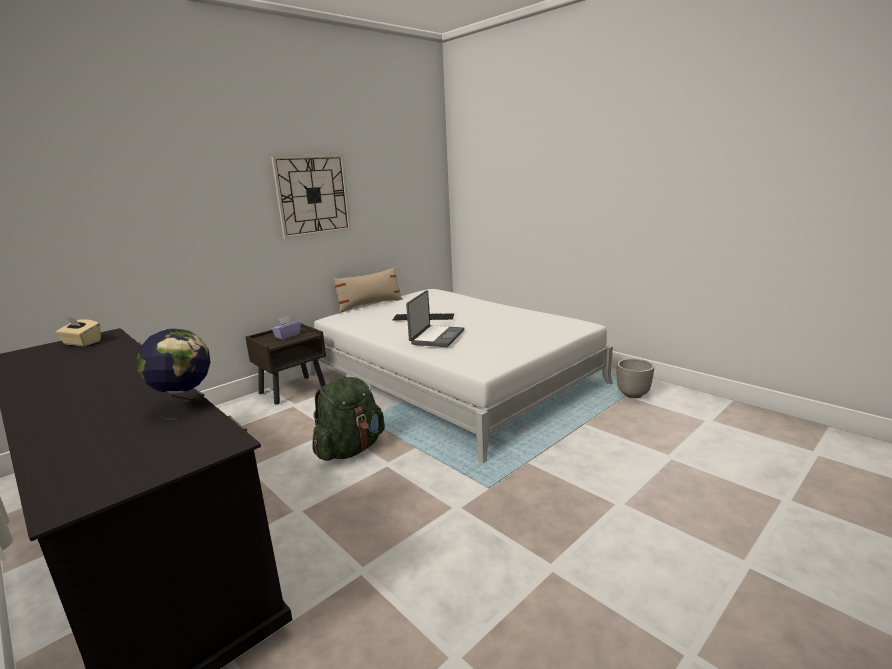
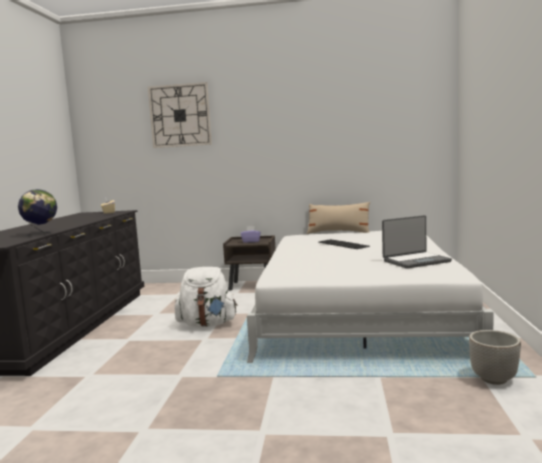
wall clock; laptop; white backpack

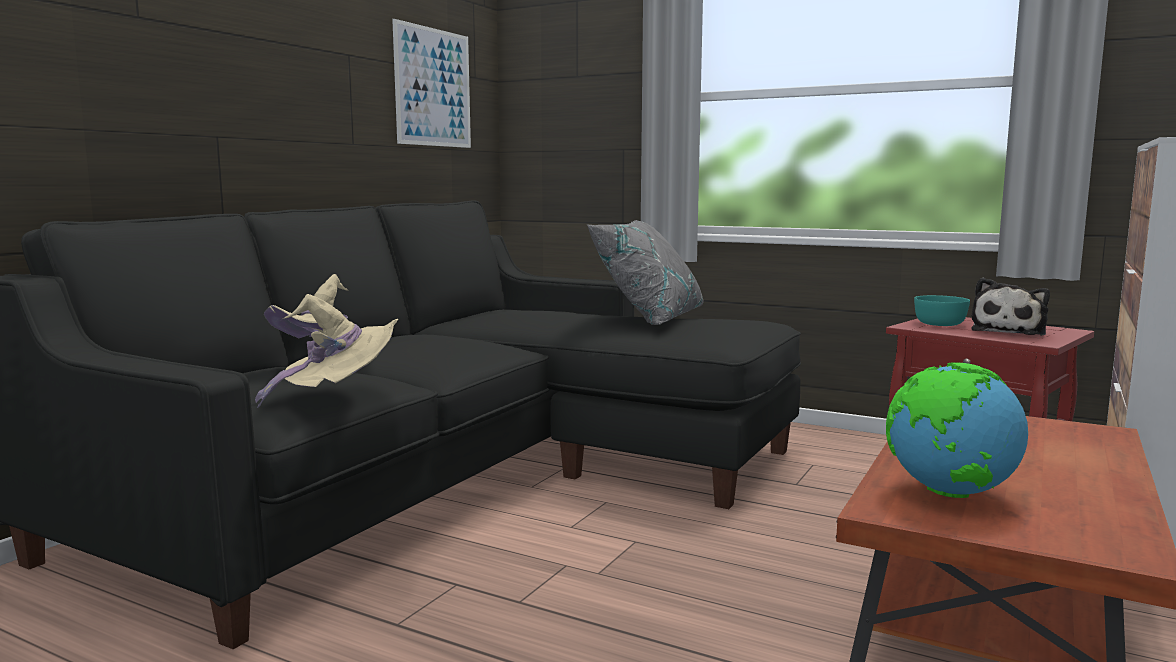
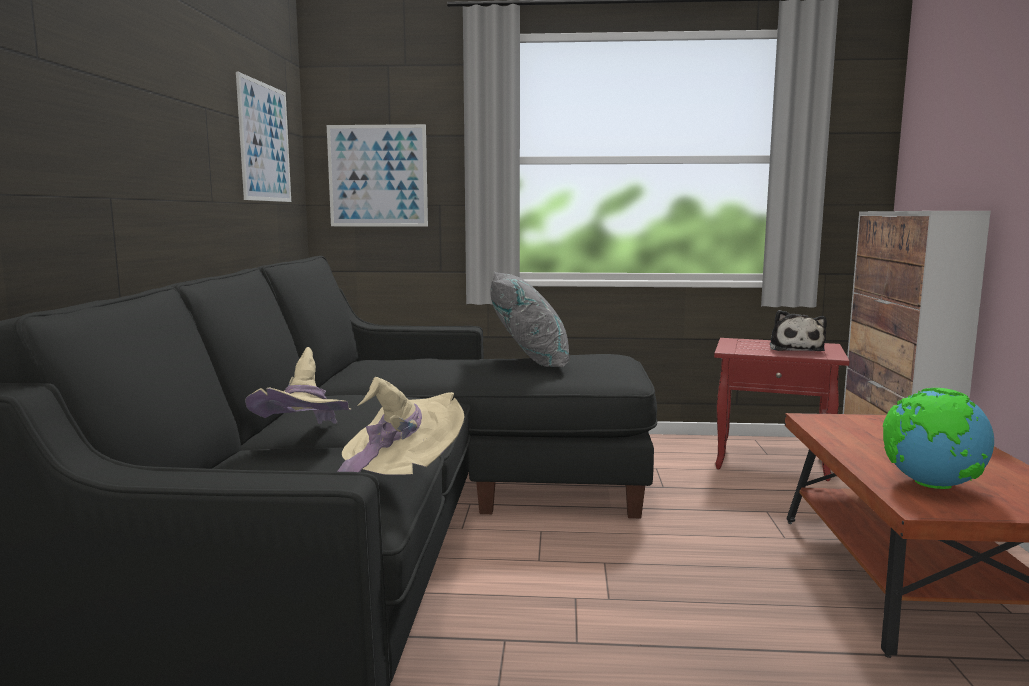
turquoise bowl; picture (2nd from left)

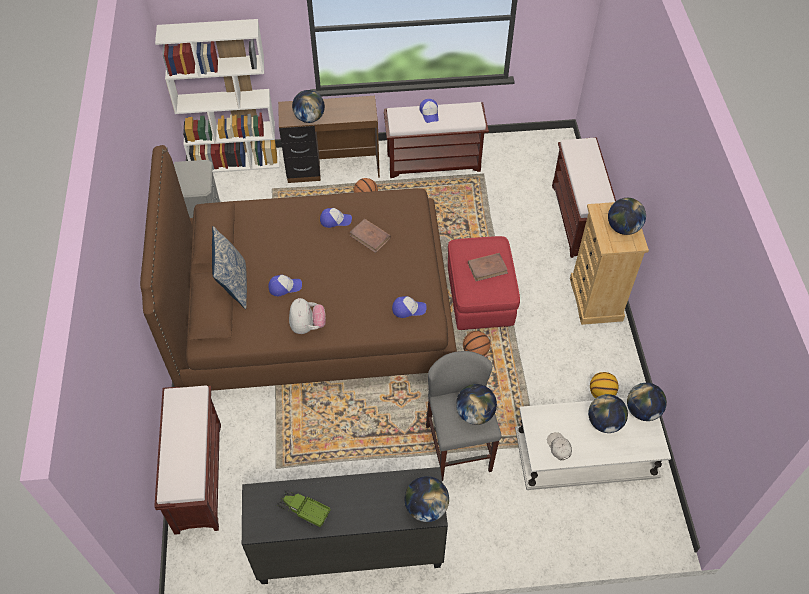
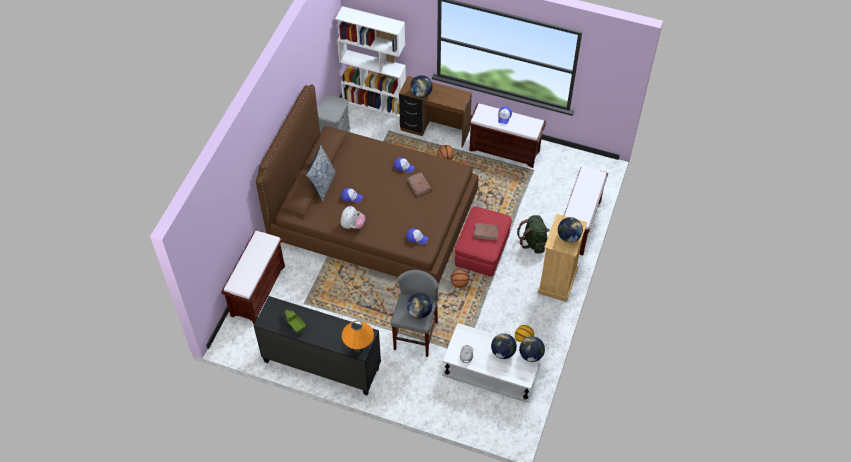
orange table lamp; green backpack

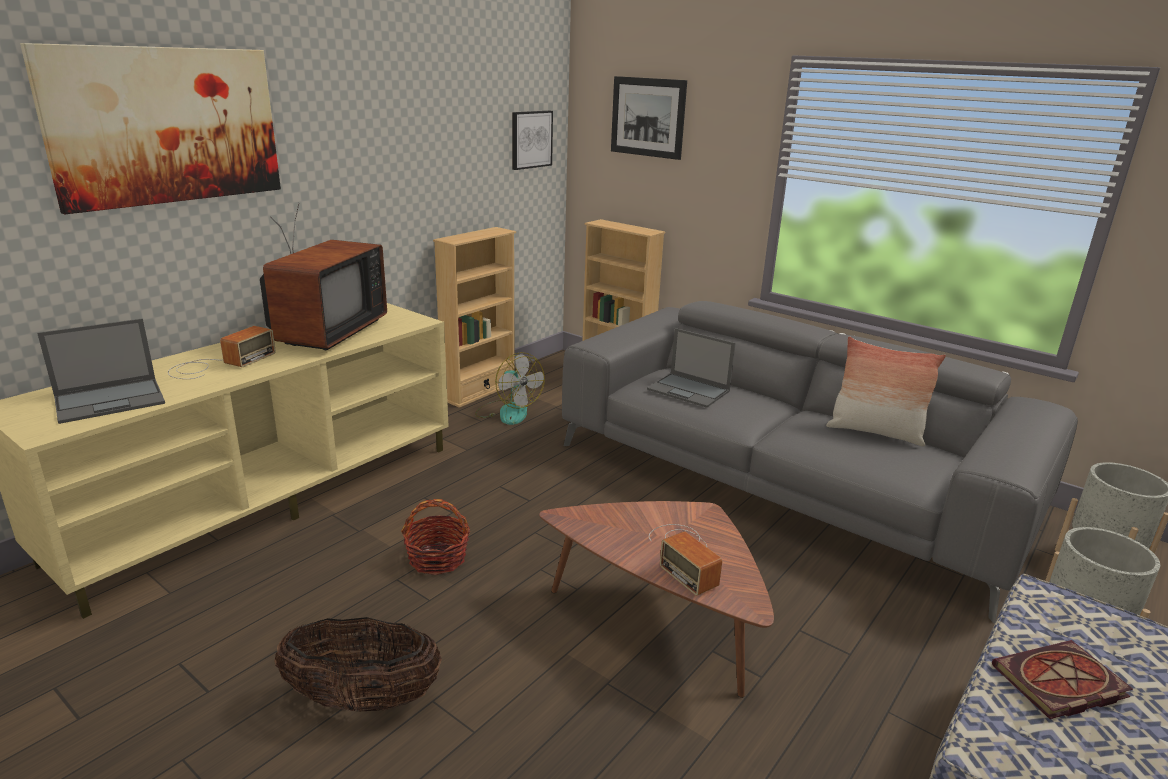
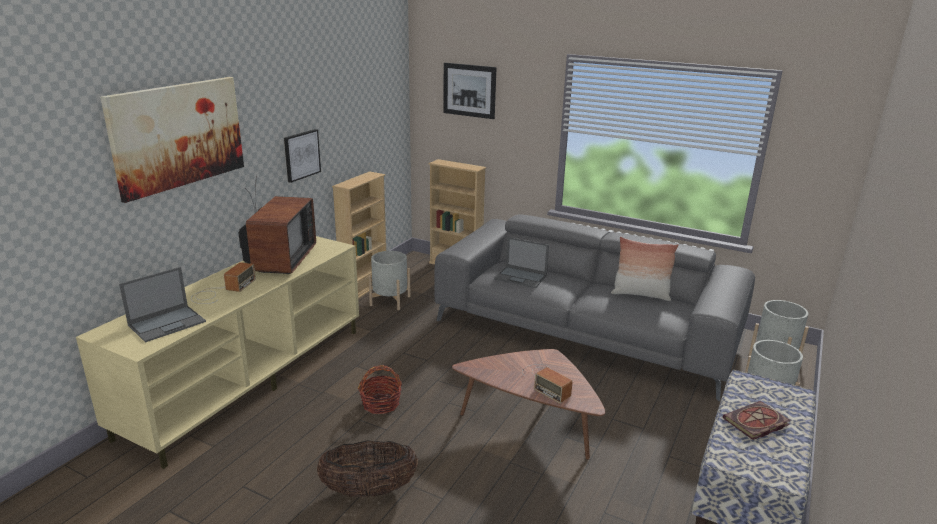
picture (2nd from left); grey planter (1st from left)

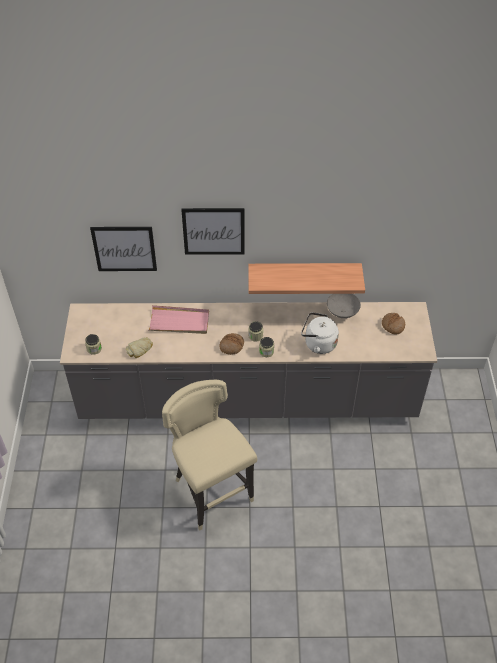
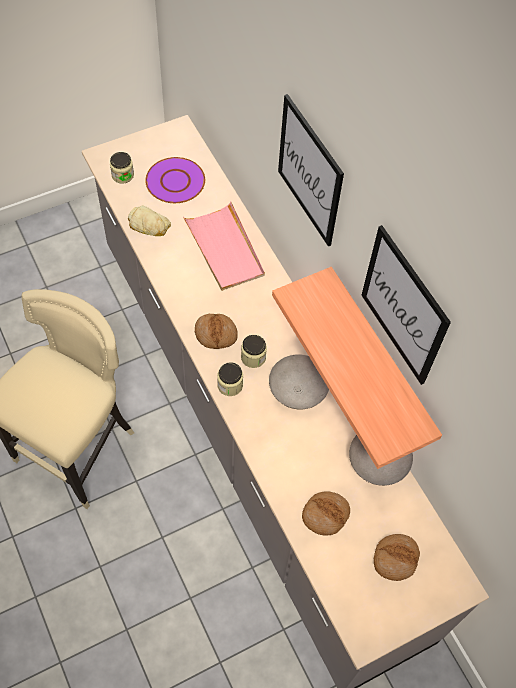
picture (2nd from left); white kettle; purple plate; grey bowl (1st from left); bread (3rd from left)

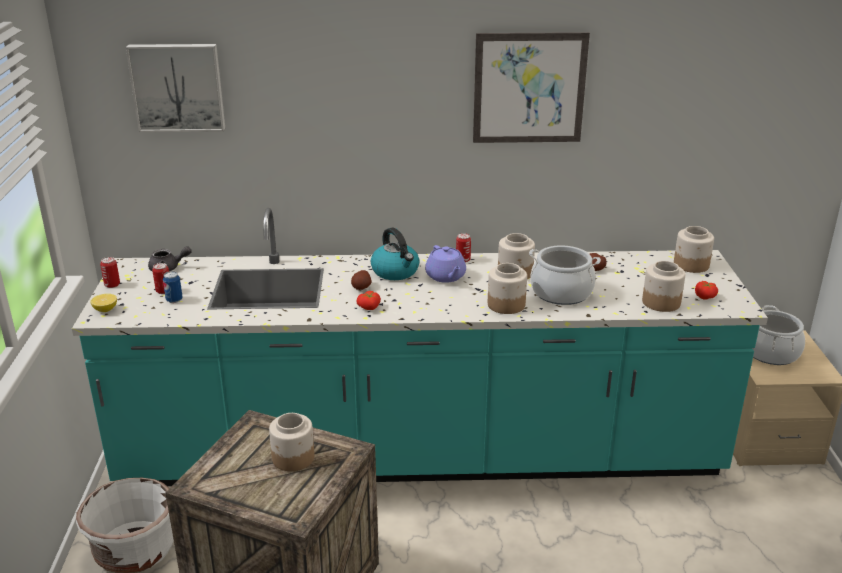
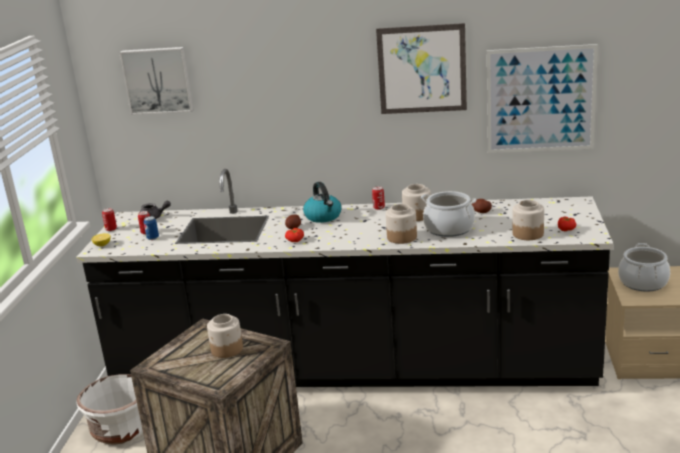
black counter; jar (5th from left in the first image); purple teapot; picture (3rd from left)

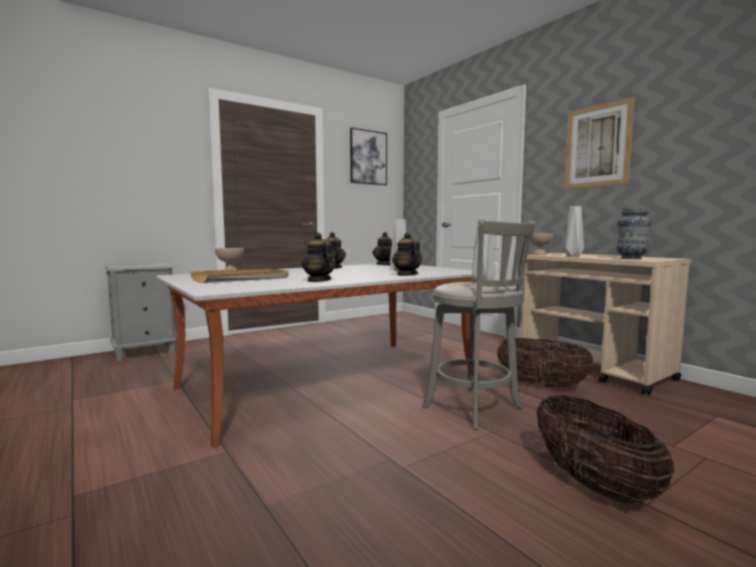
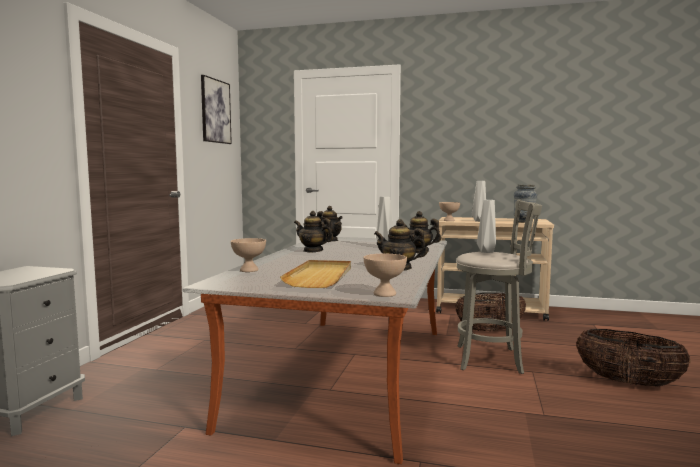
picture (2nd from left in the first image); beige bowl (2nd from left)

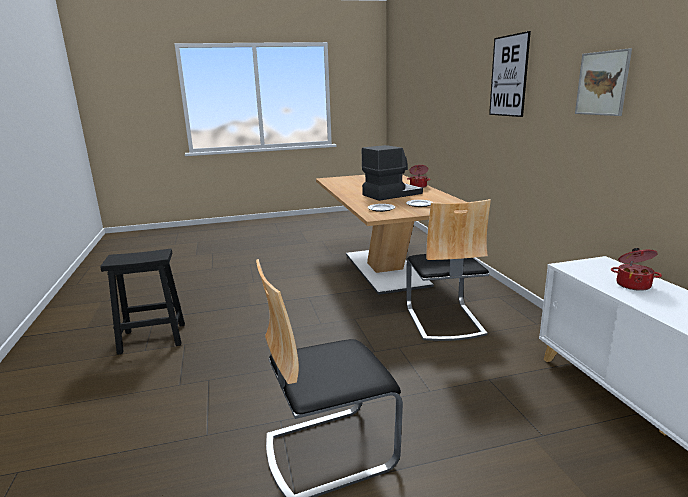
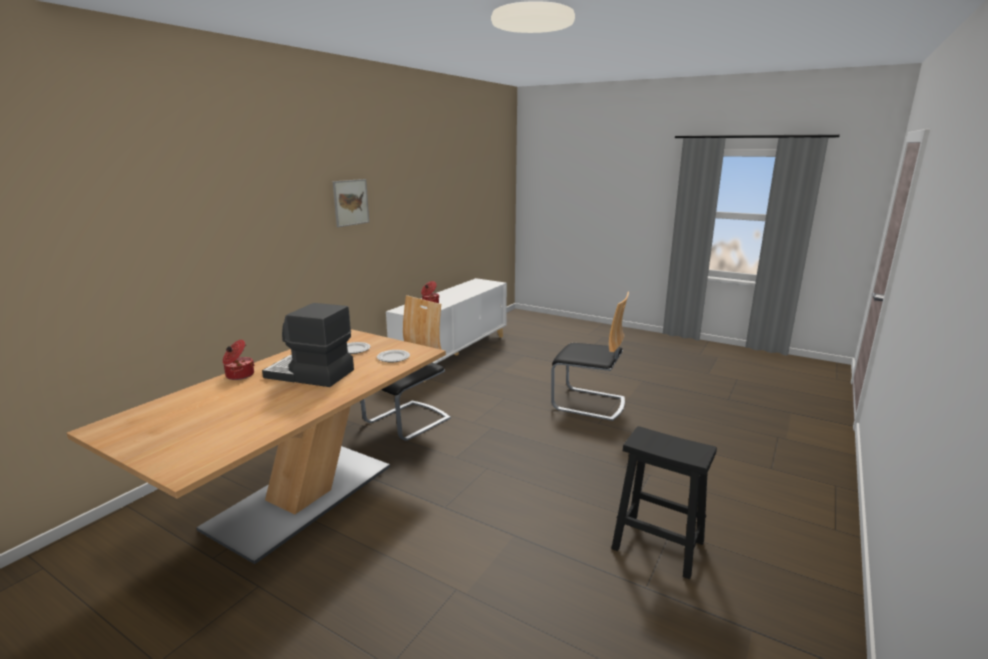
picture (1st from left in the first image)

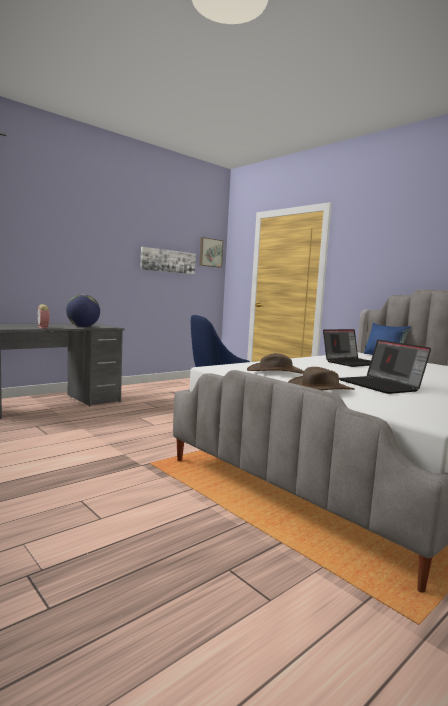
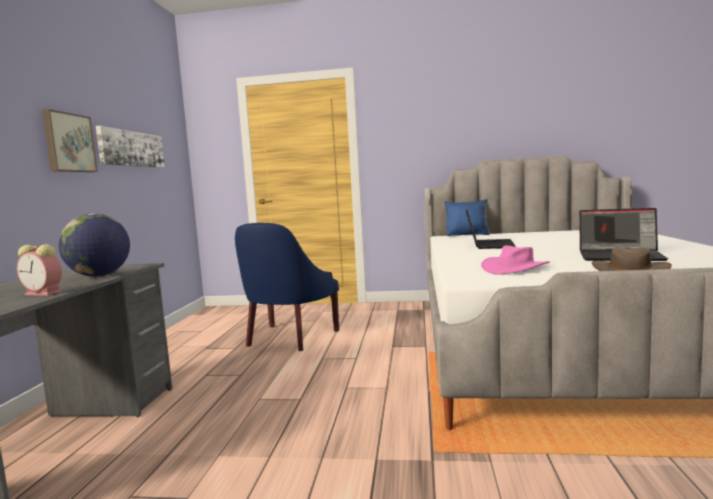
picture (1st from left); pink hat

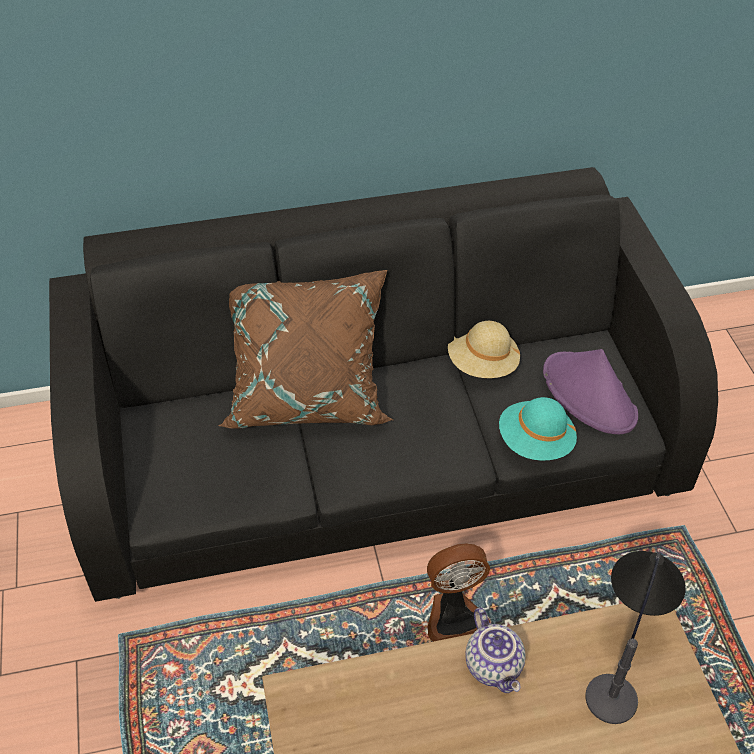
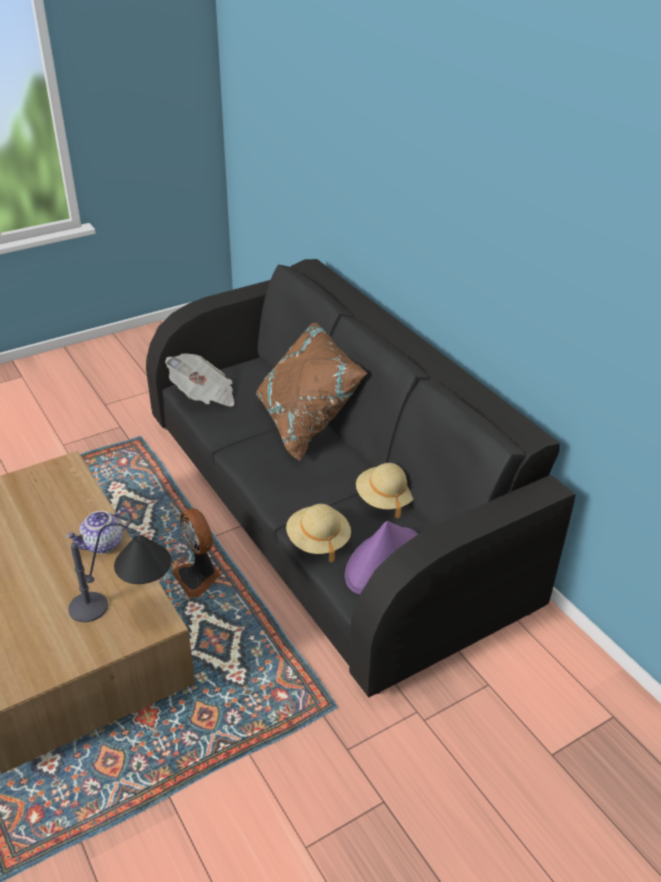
beige hat (1st from left); newspaper

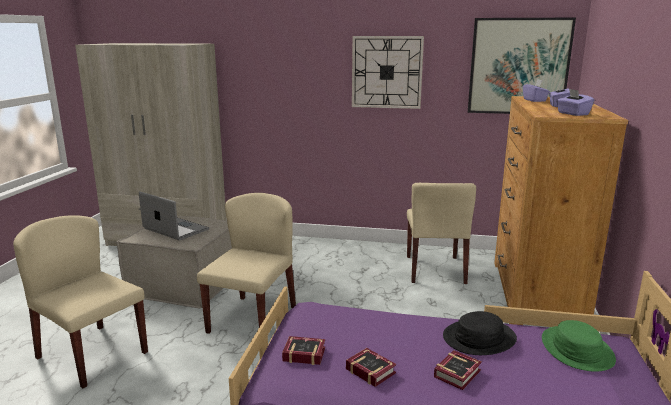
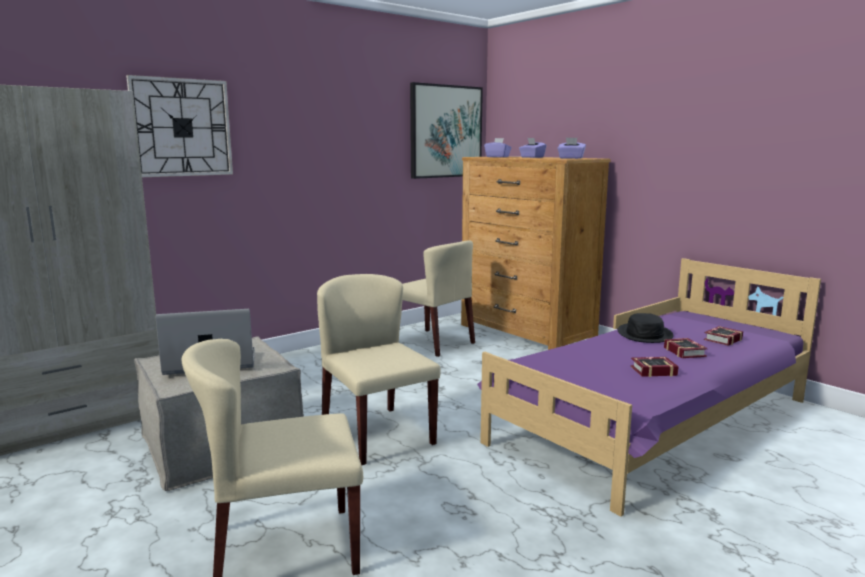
wall clock; green hat; book (3rd from left)

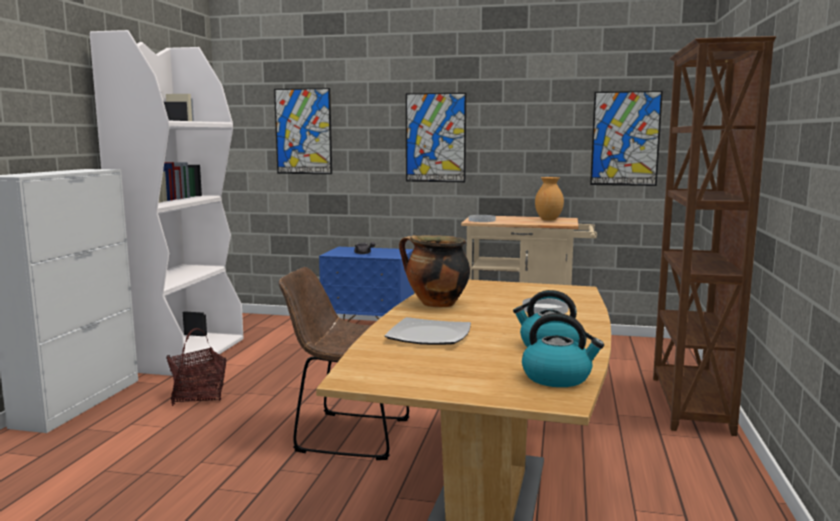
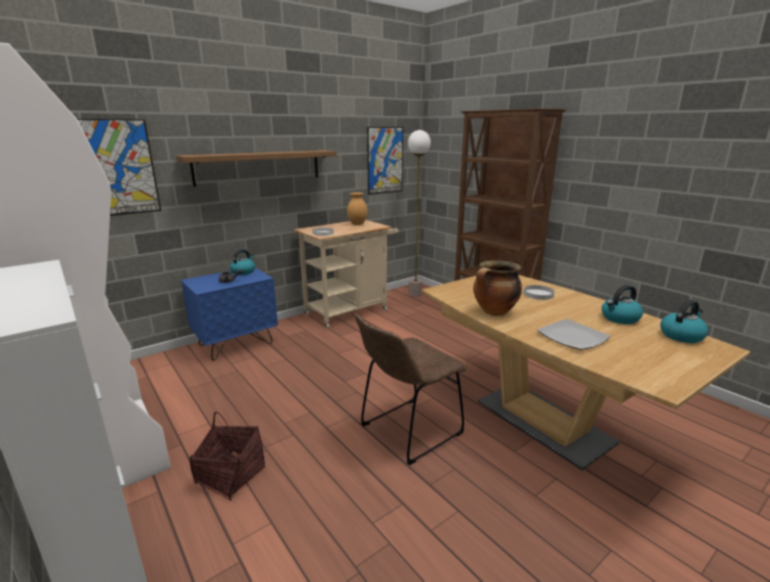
shelf; floor lamp; kettle (1st from left)

